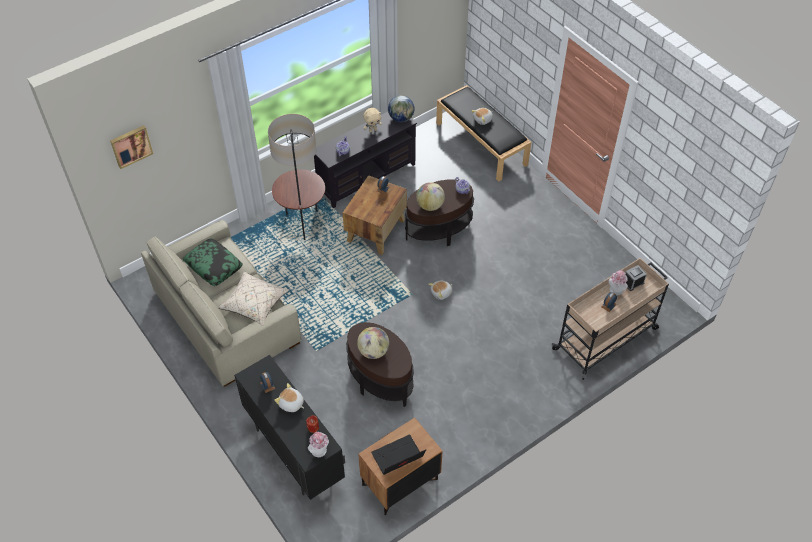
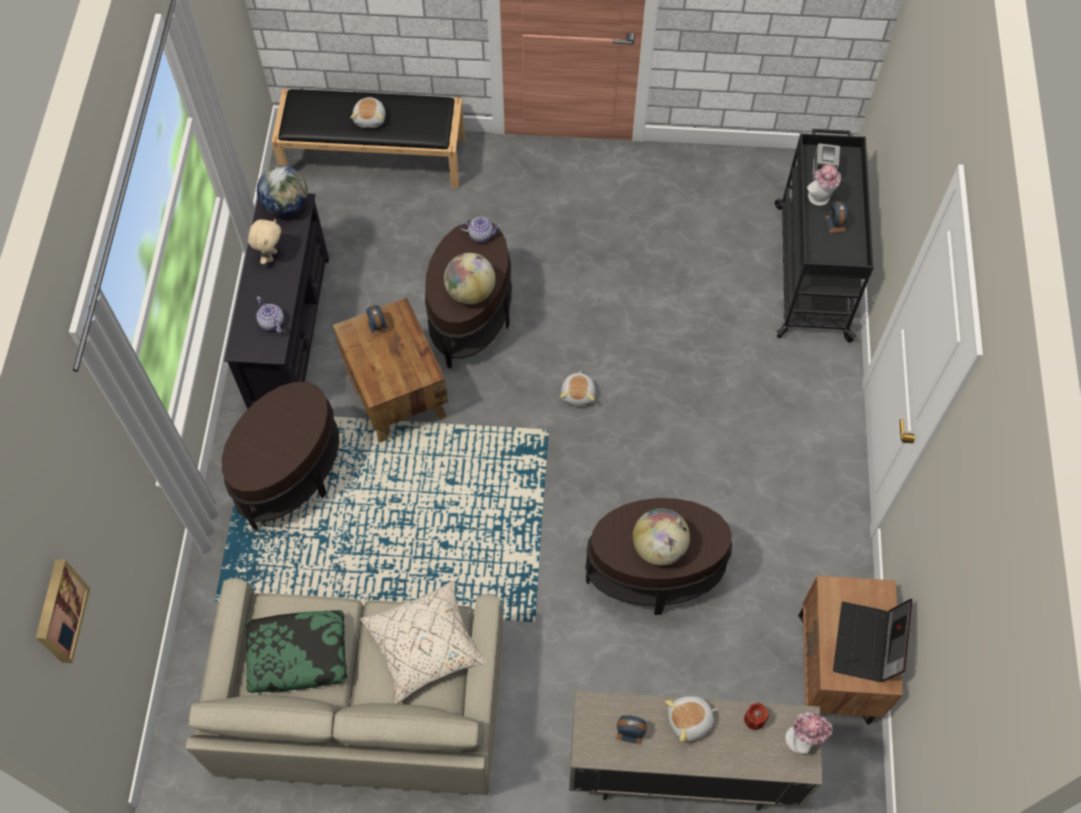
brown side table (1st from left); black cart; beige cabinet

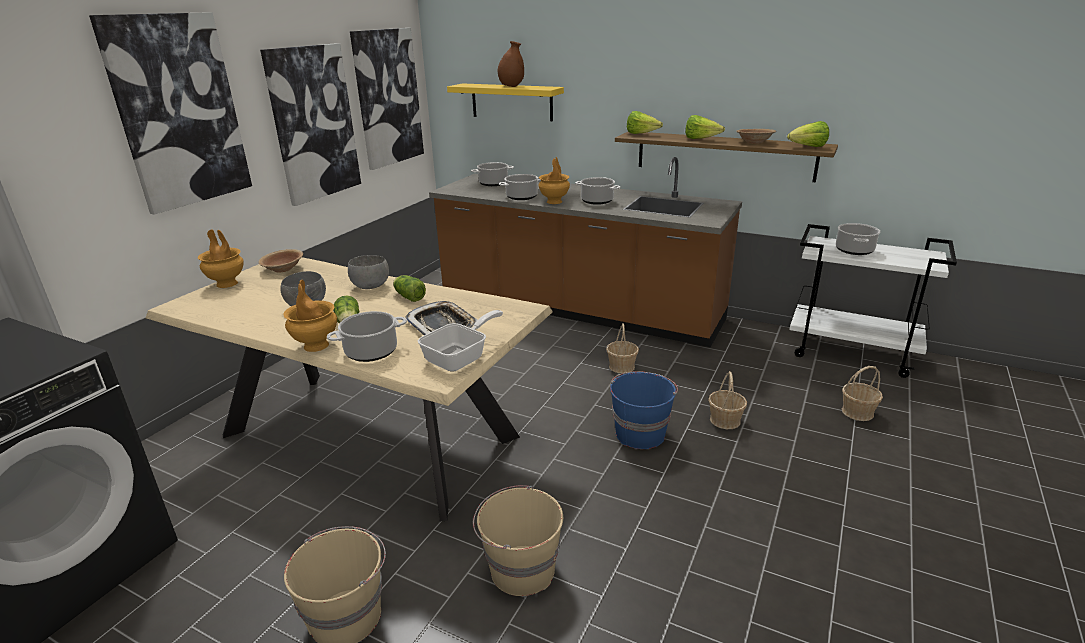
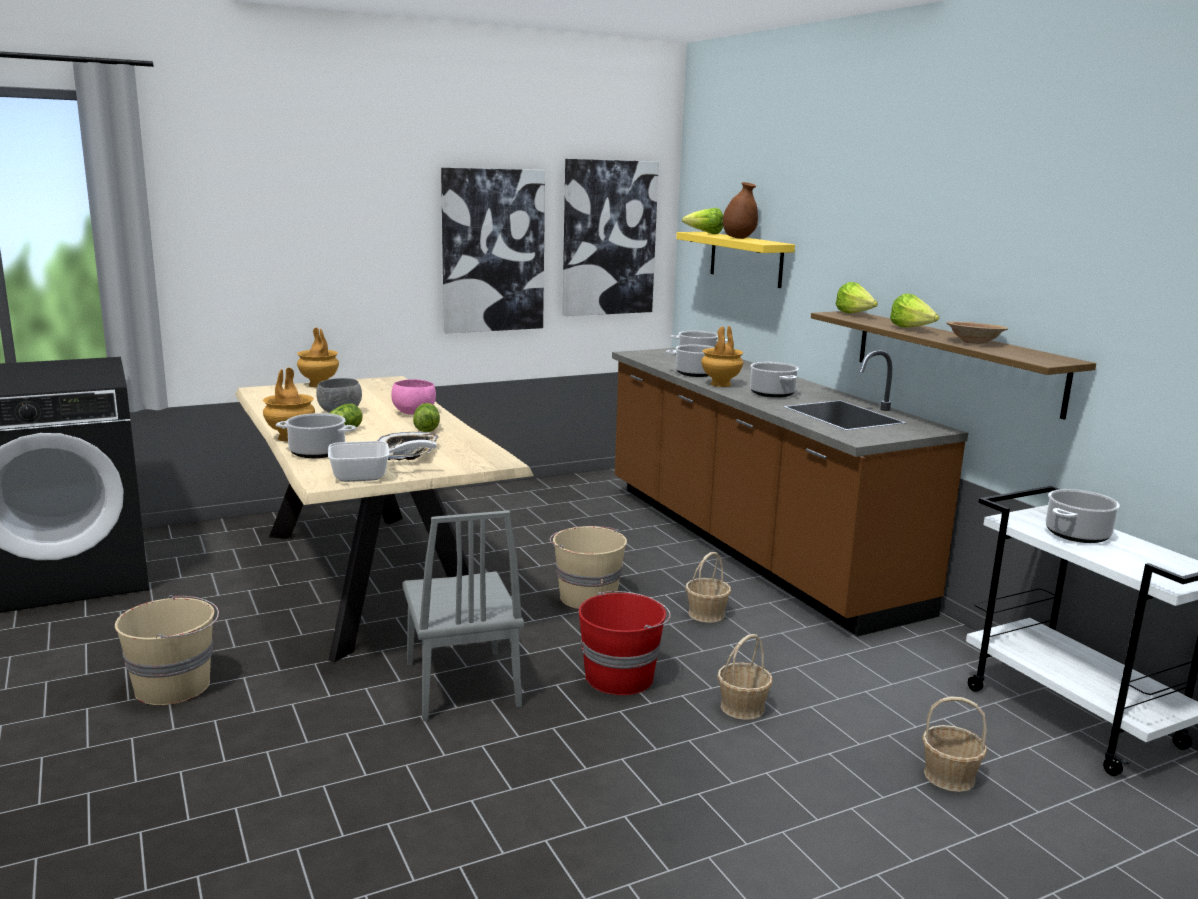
picture (1st from left in the first image); lettuce (3rd from left); brown bowl (1st from left in the first image); pink bowl; red bucket; beige bucket (2nd from left); grey chair

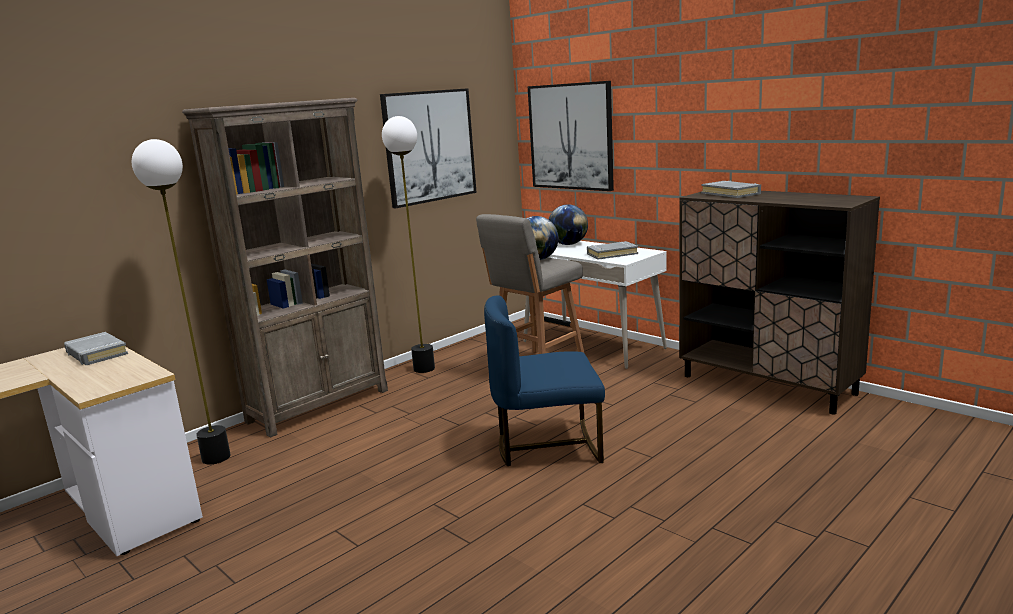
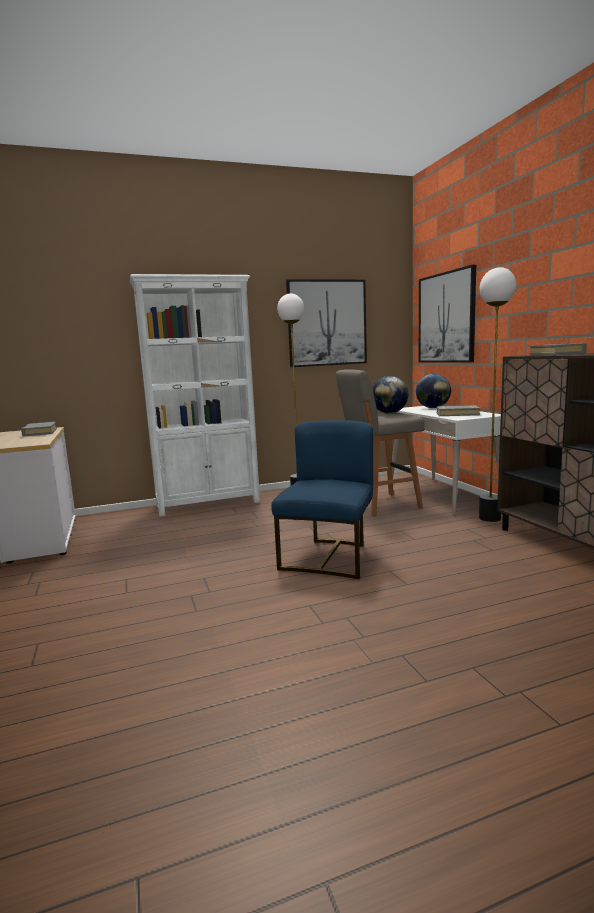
white bookcase; floor lamp (2nd from left); blue chair

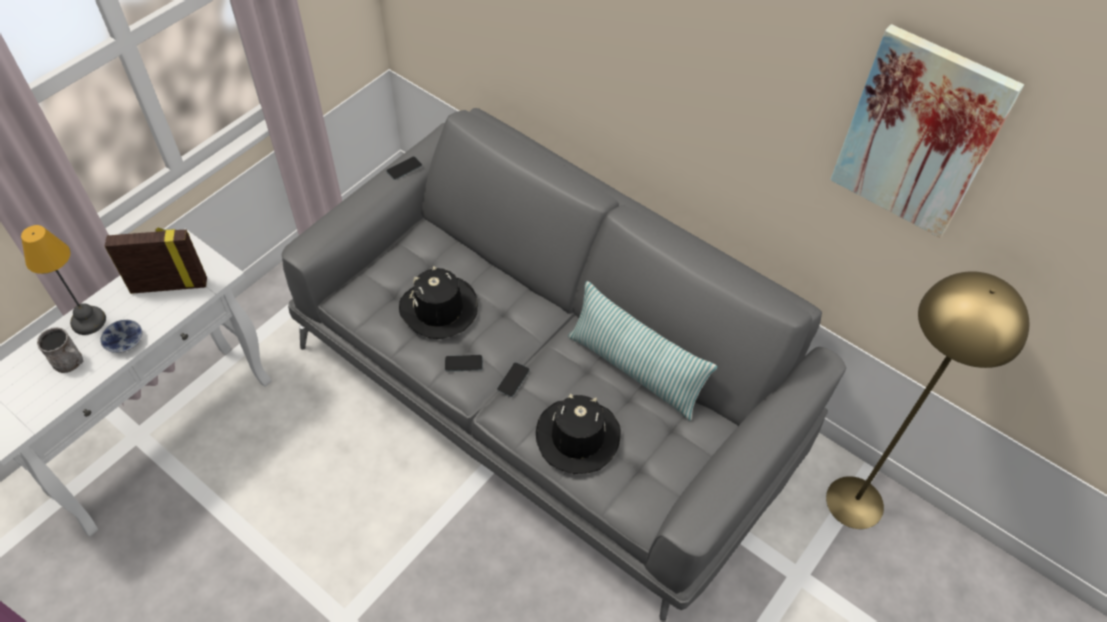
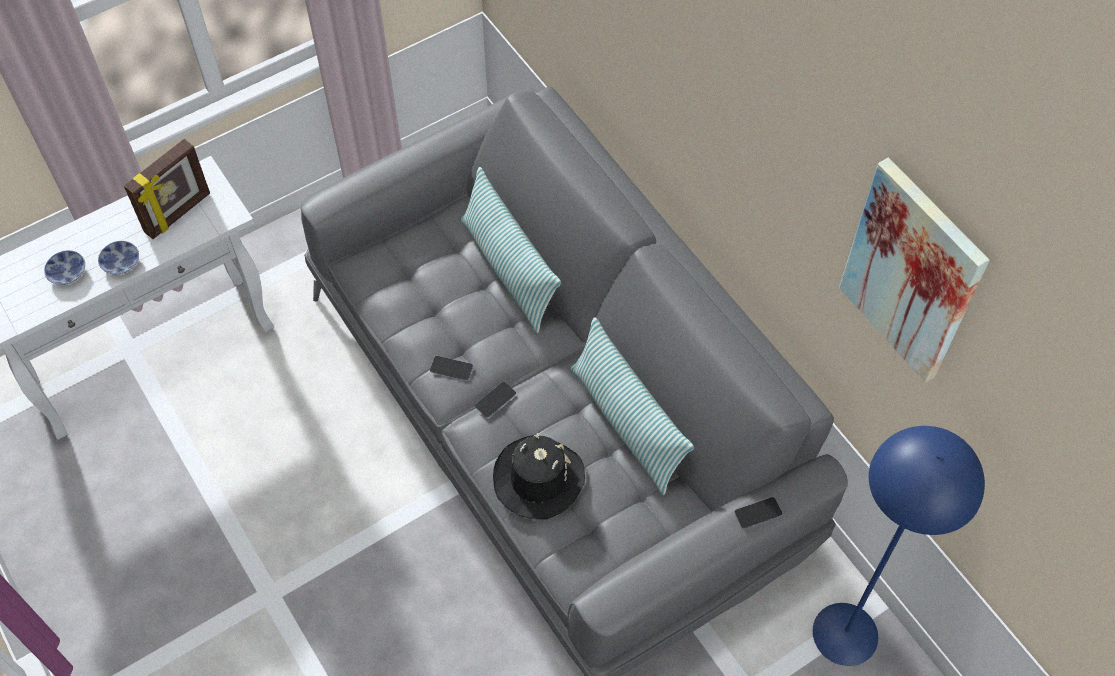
phone (3rd from left); table lamp; picture frame; black hat (1st from left in the first image); blue floor lamp; bowl (1st from left); pillow (1st from left)

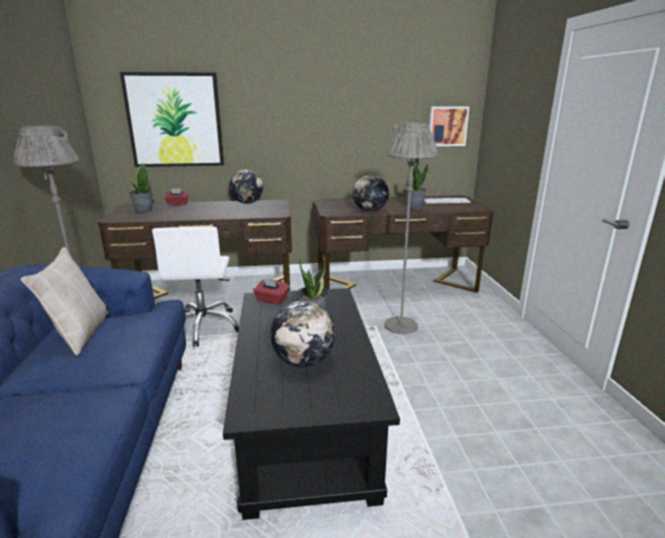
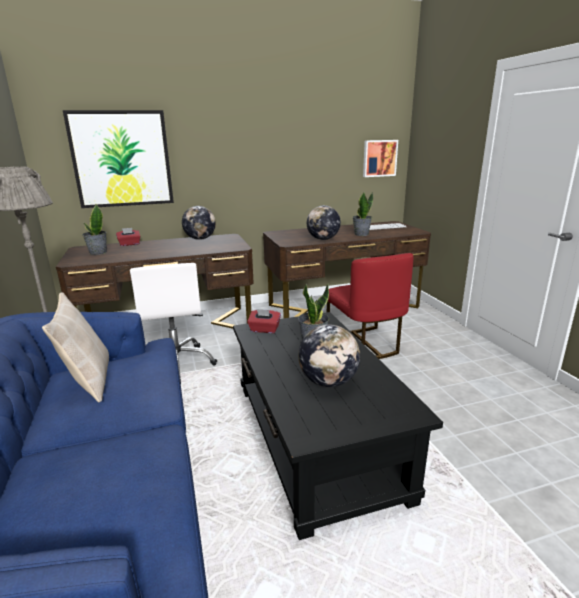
red chair

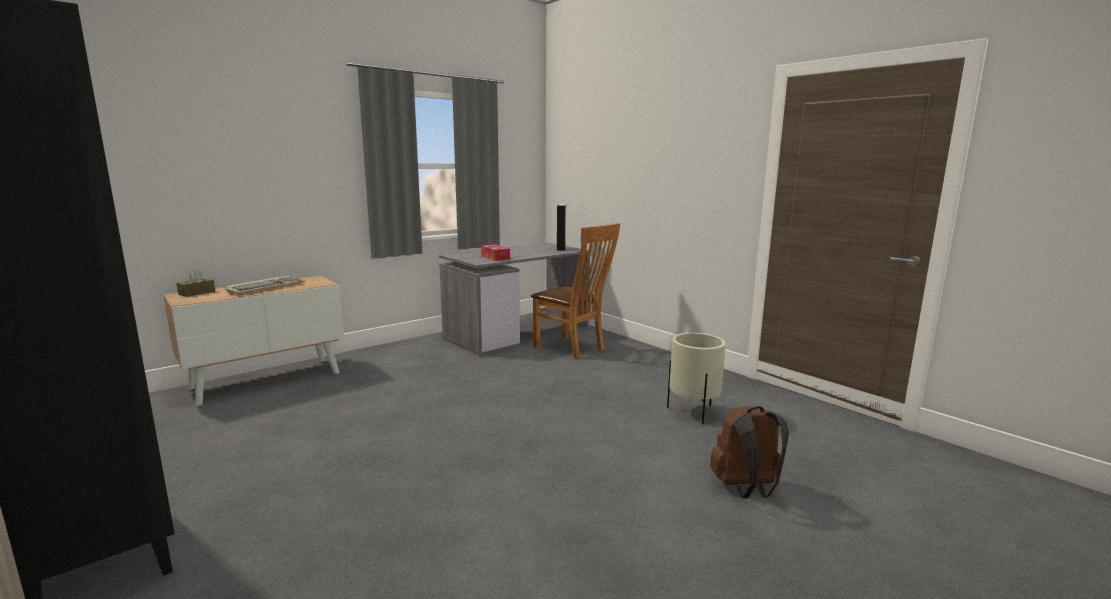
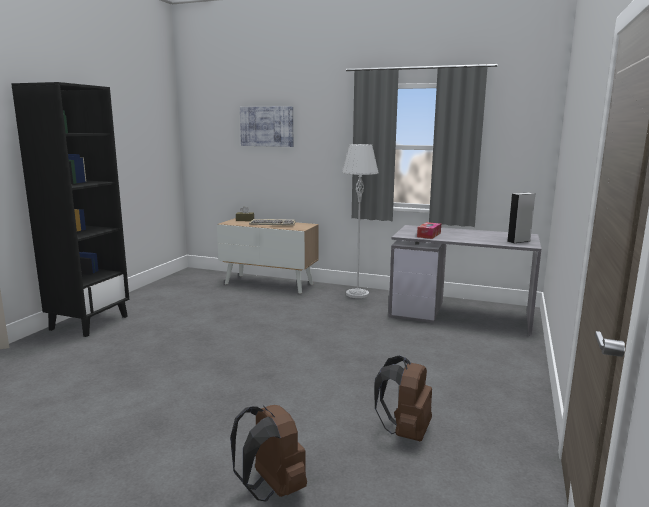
brown chair; brown backpack (2nd from left); picture; grey floor lamp

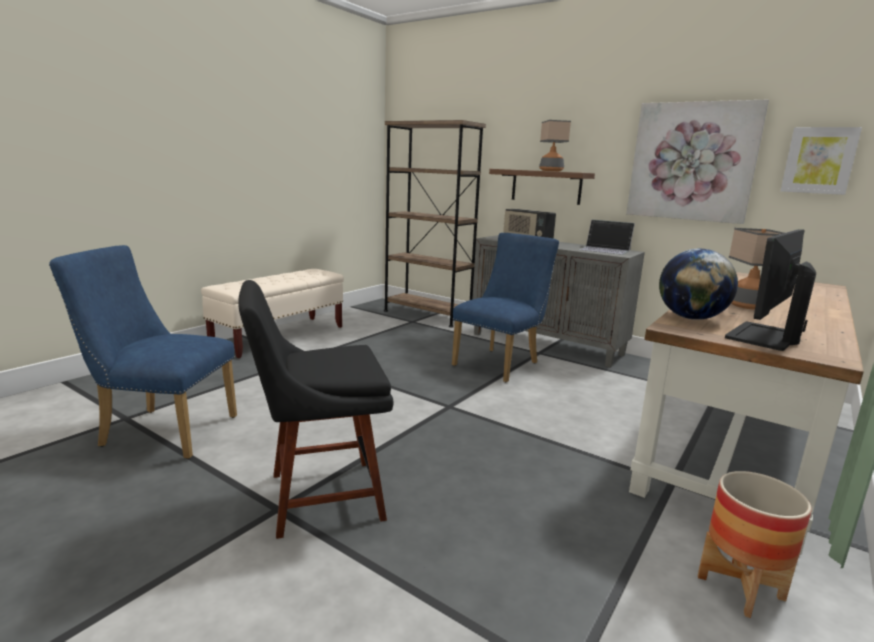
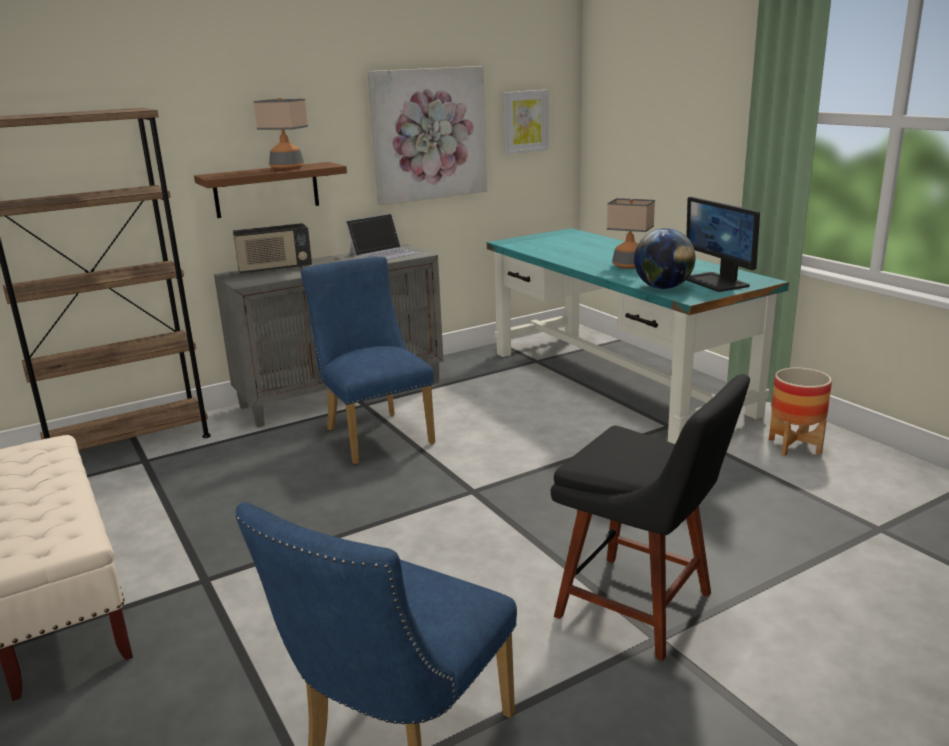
turquoise desk; black chair

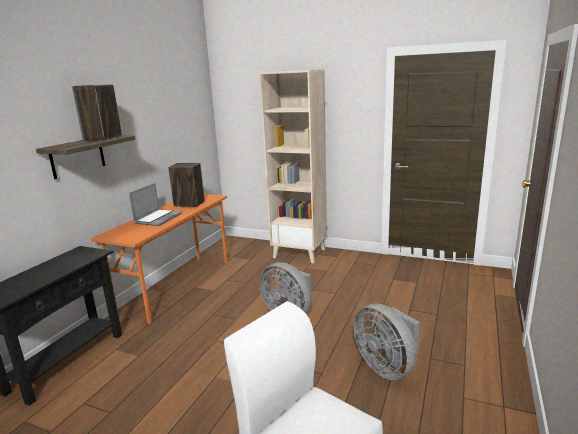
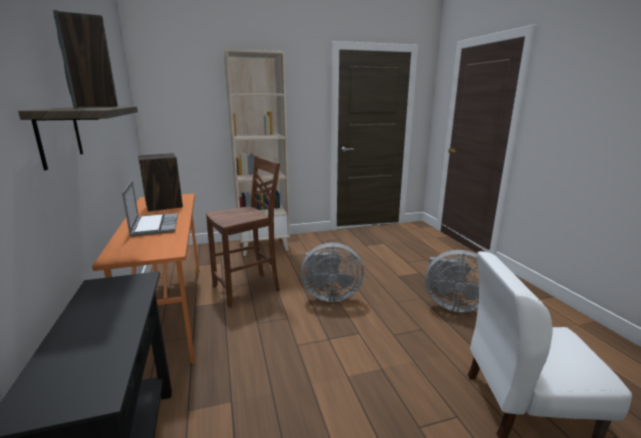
brown chair

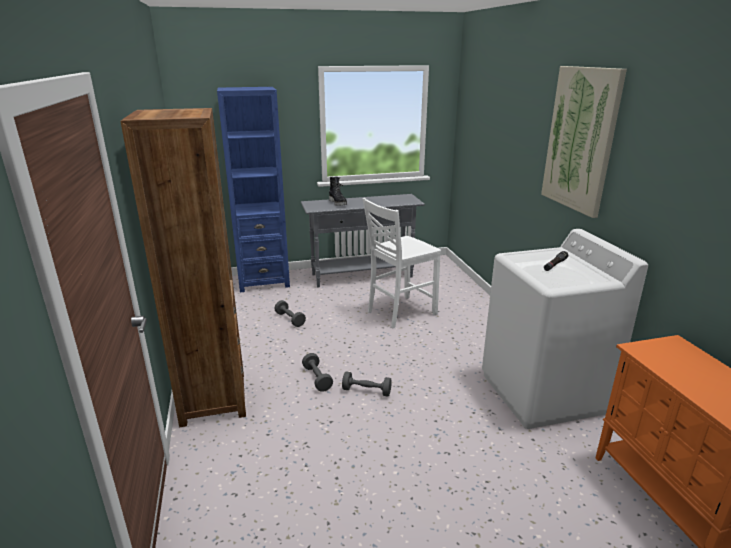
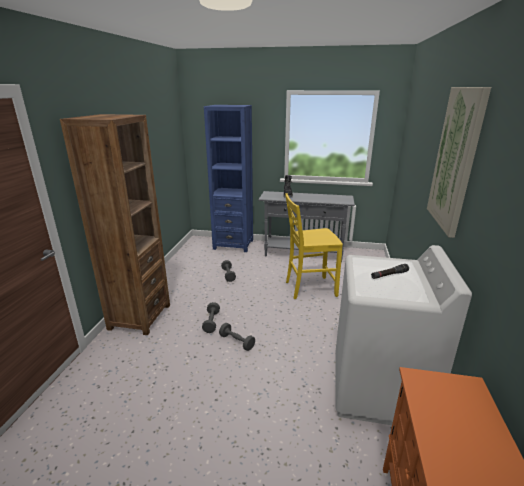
yellow chair

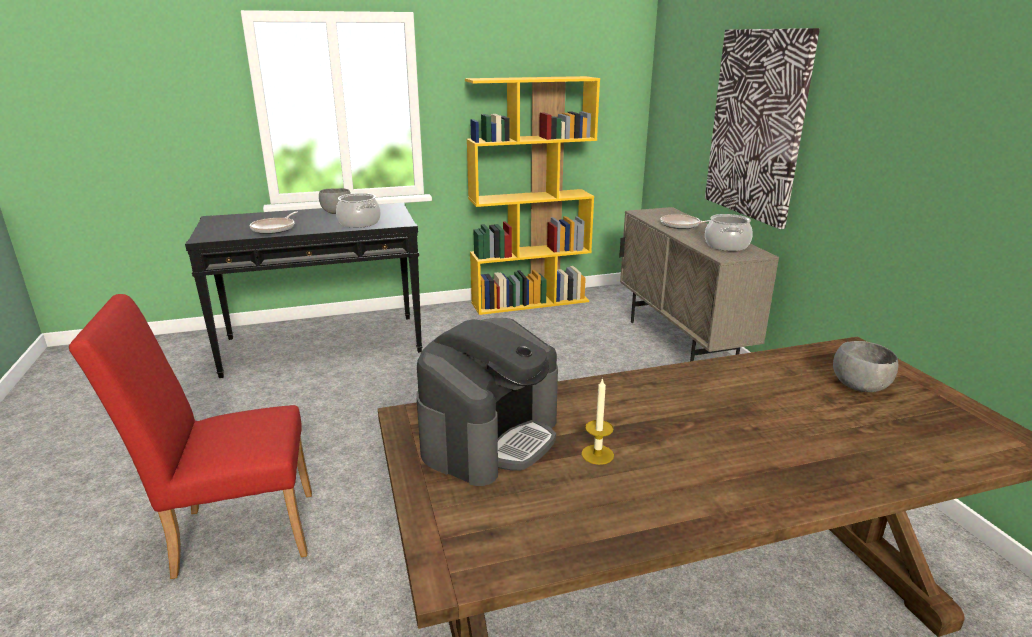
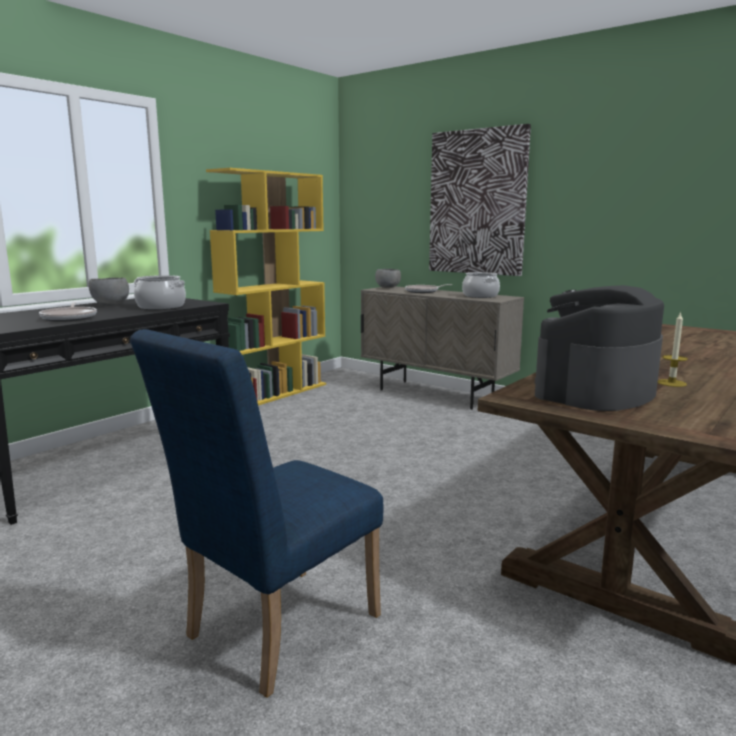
blue chair; coffee machine; grey bowl (2nd from left)

